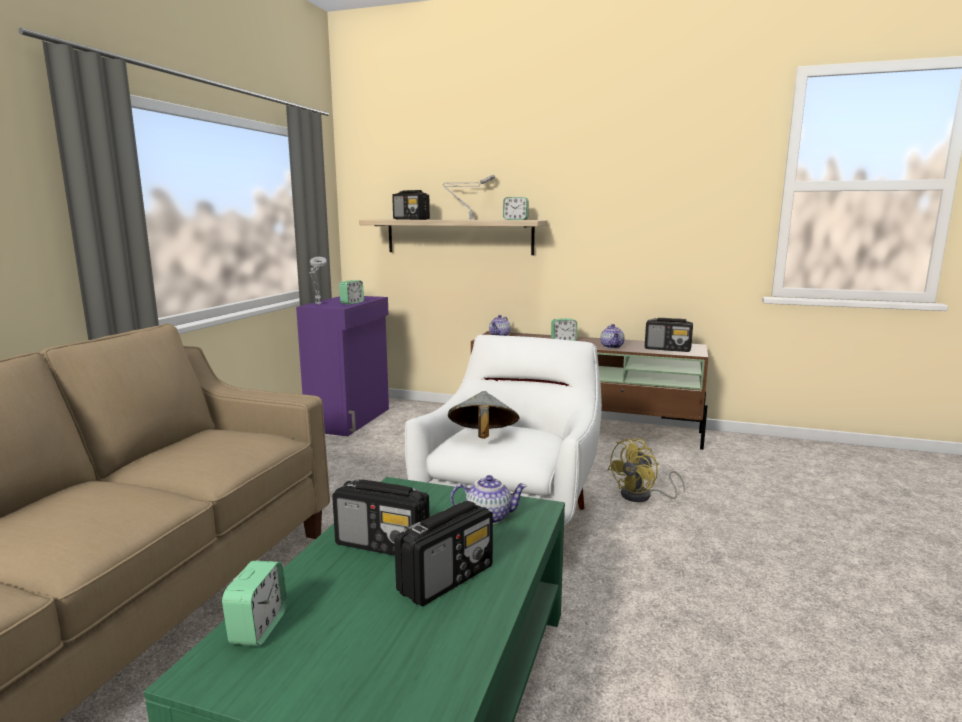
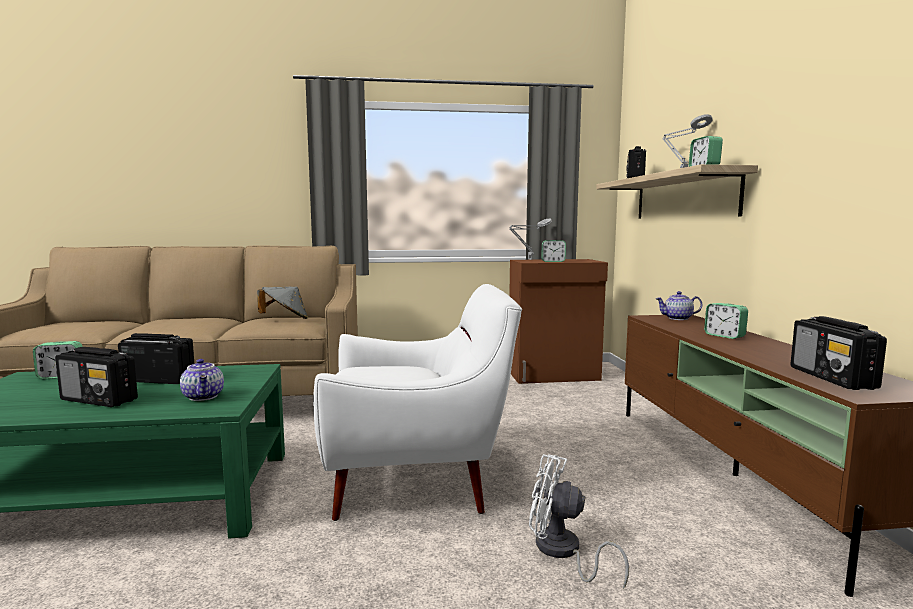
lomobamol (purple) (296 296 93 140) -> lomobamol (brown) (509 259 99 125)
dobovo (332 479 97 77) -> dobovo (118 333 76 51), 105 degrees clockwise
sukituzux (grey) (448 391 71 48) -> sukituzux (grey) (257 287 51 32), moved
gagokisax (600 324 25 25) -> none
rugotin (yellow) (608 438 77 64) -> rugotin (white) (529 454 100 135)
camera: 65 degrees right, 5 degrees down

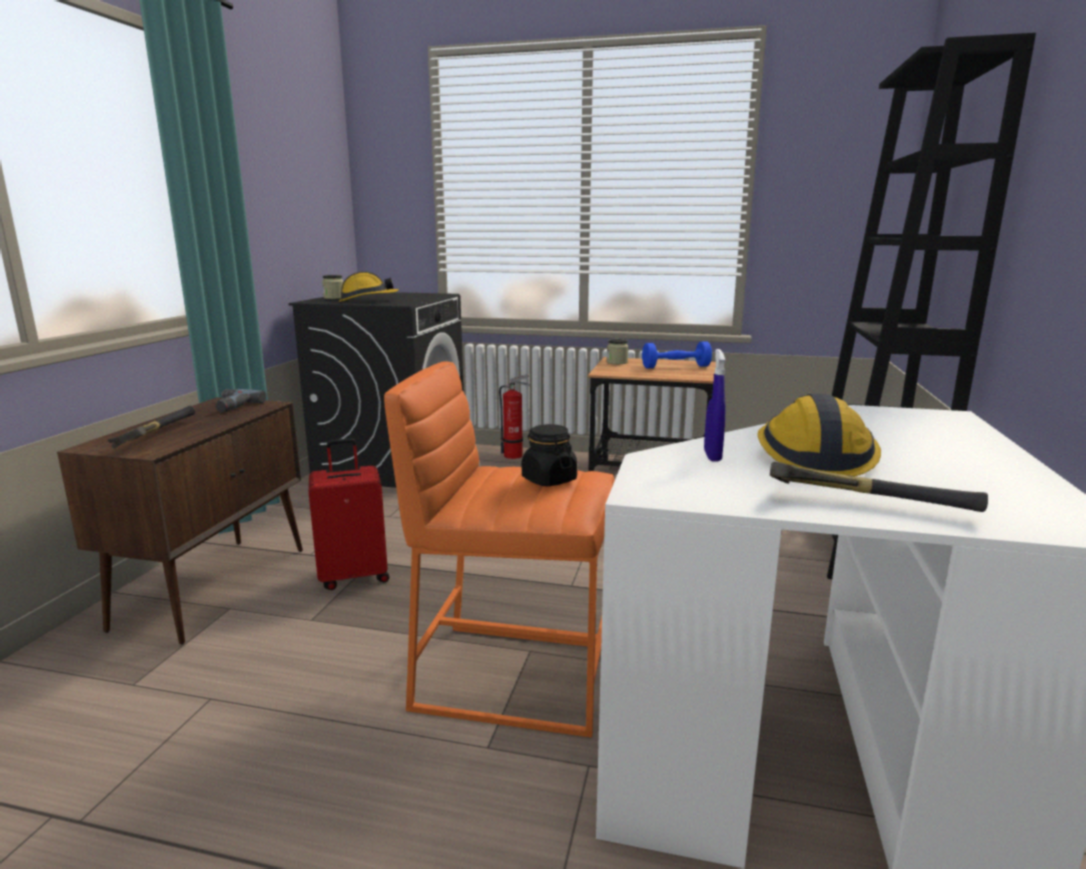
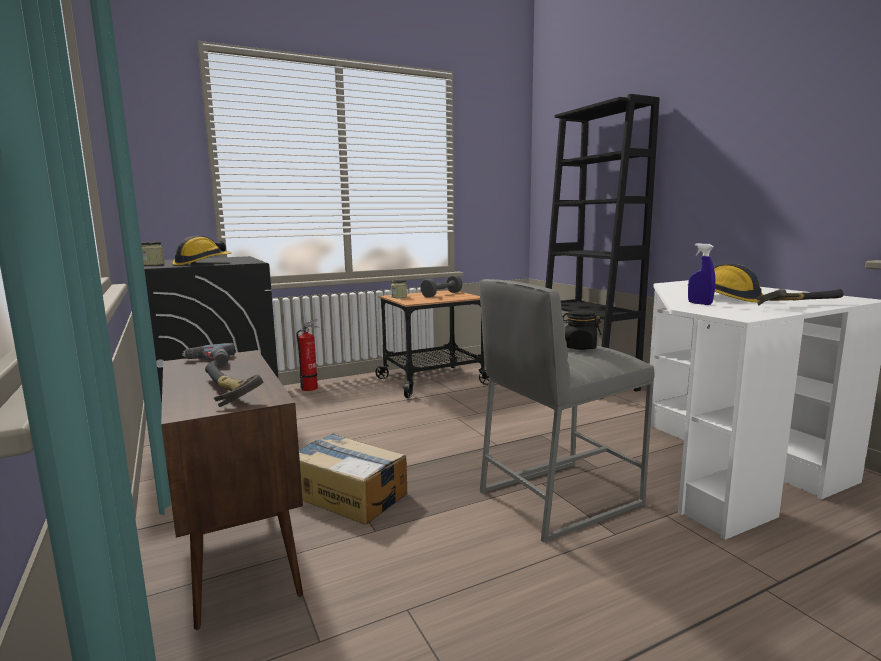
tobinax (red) (309 438 80 152) -> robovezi (299 433 108 91)
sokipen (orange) (384 362 231 376) -> sokipen (grey) (480 279 174 264)
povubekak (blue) (642 341 70 27) -> povubekak (grey) (420 275 42 22)
camera: 40 degrees left, 5 degrees down

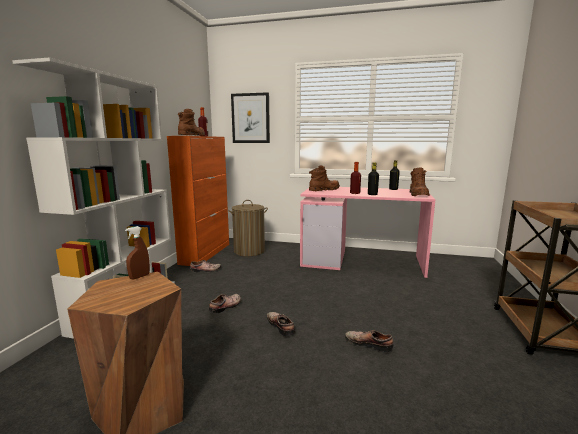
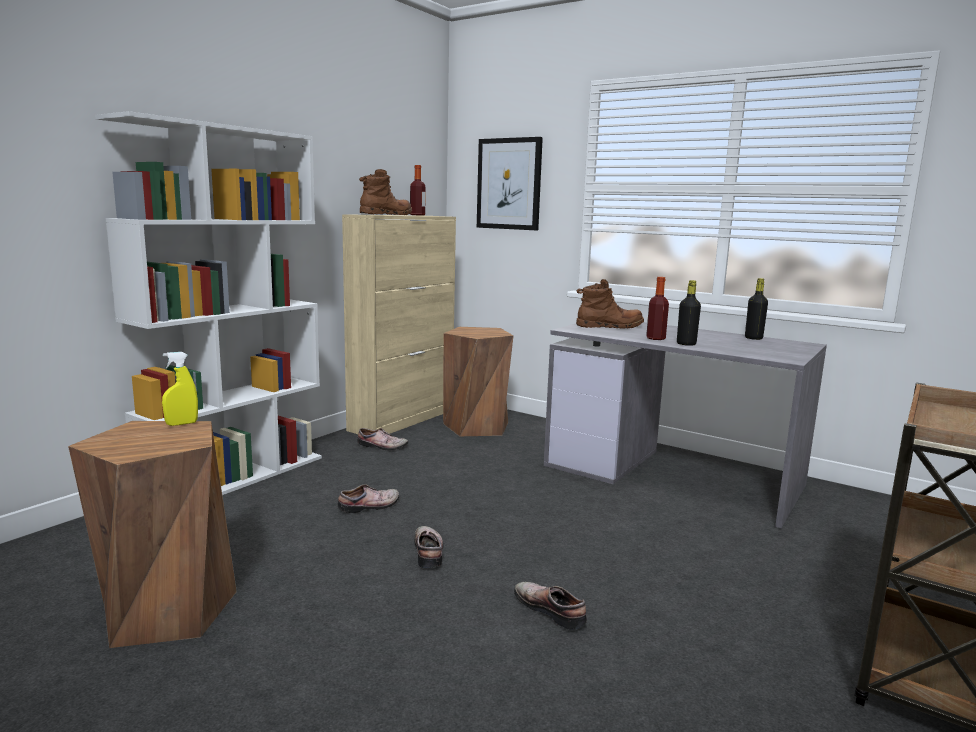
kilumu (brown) (125 226 25 53) -> kilumu (yellow) (162 352 36 74)
lomobamol (orange) (167 136 62 130) -> lomobamol (beige) (342 214 114 220)
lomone (228 200 40 56) -> sokipen (brown) (443 327 71 109)
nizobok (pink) (300 187 136 91) -> nizobok (grey) (544 322 283 206)
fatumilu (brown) (410 168 19 28) -> none
camera: 20 degrees right, 0 degrees up

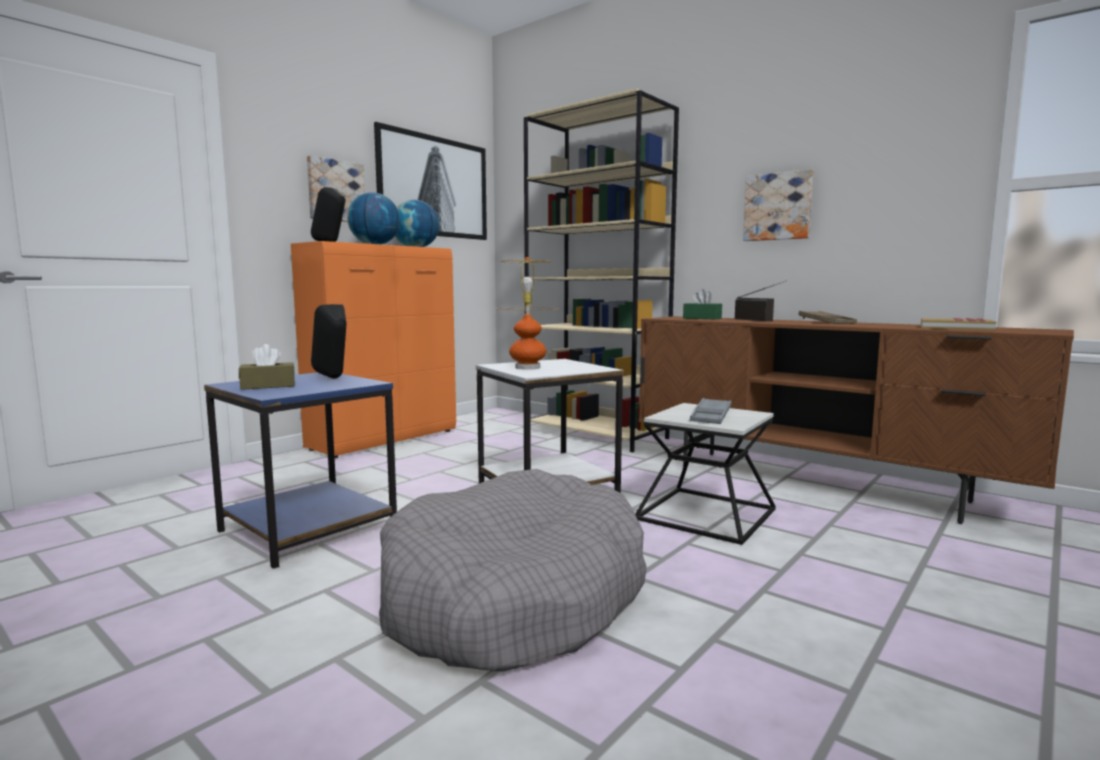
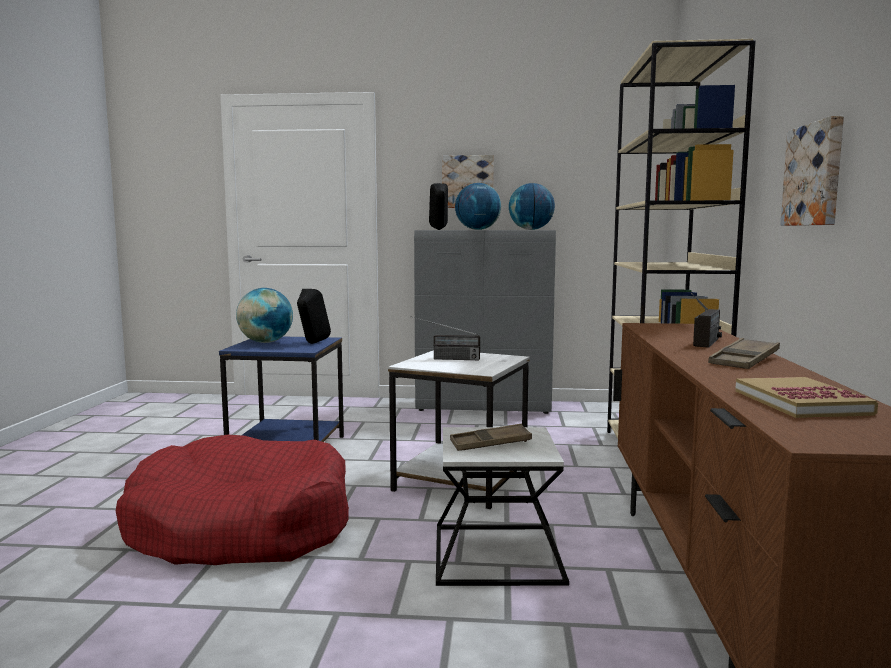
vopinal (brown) (239 344 56 46) -> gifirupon (236 288 57 55)
lomobamol (orange) (291 241 165 217) -> lomobamol (grey) (414 230 142 184)
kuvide (374 122 113 118) -> none
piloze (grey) (379 469 268 203) -> piloze (red) (116 435 233 130)
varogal (496 257 63 113) -> dobovo (410 316 70 44)
vopinal (green) (683 289 39 30) -> none
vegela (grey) (690 398 41 26) -> vegela (brown) (450 424 82 27)
camera: 55 degrees right, 0 degrees up

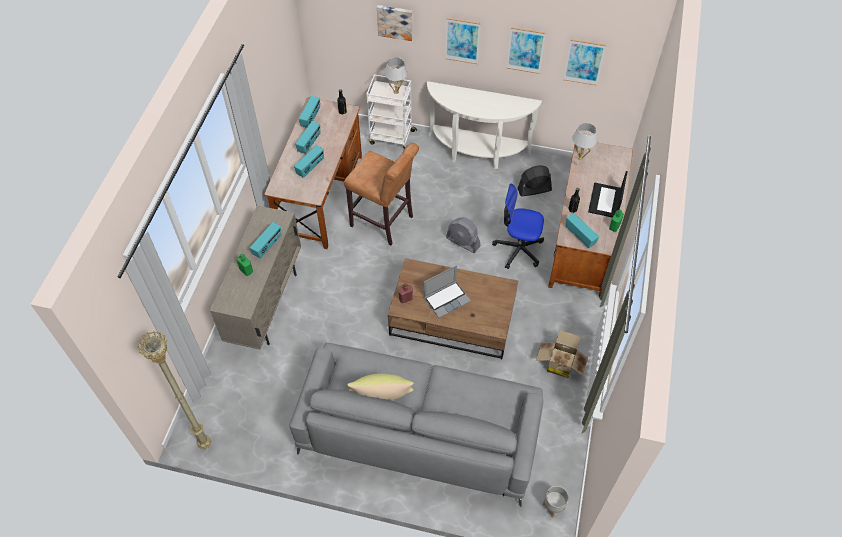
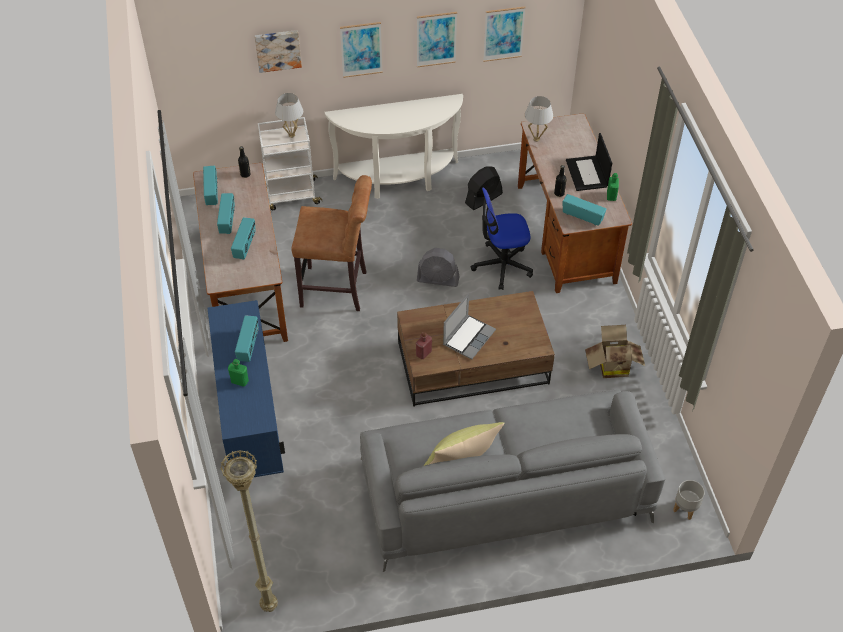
lomobamol (beige) (210 206 91 143) -> lomobamol (blue) (208 300 77 177)
camera: 25 degrees left, 5 degrees down

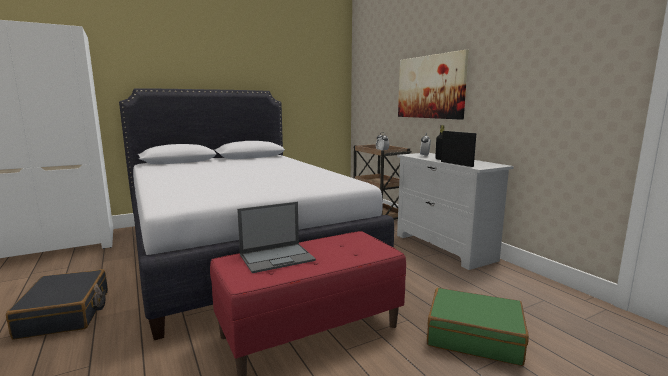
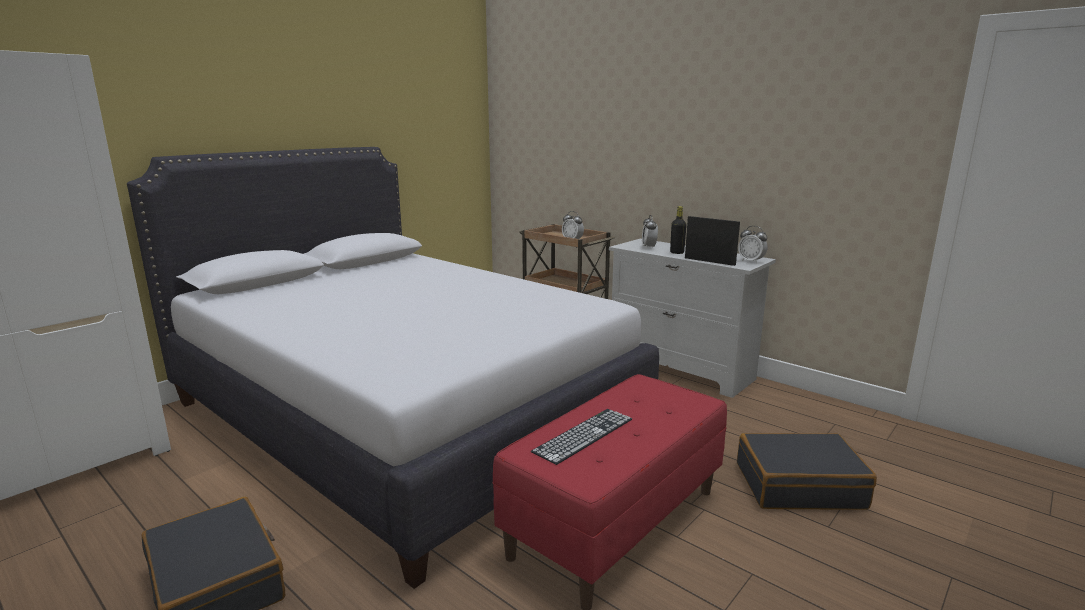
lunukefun (237 202 79 71) -> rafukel (531 409 101 56)
kuvide (398 50 71 70) -> none
tobinax (green) (427 288 102 78) -> tobinax (black) (737 433 140 77)
none -> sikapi (738 226 30 37)
camera: 20 degrees left, 5 degrees up

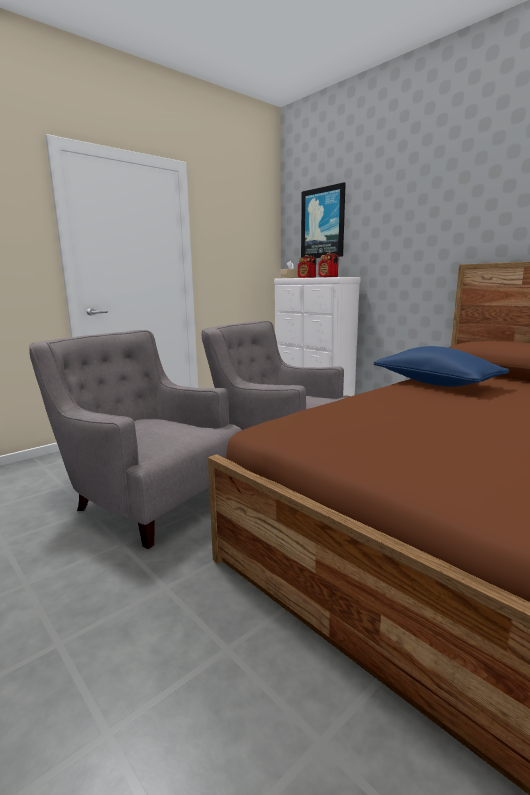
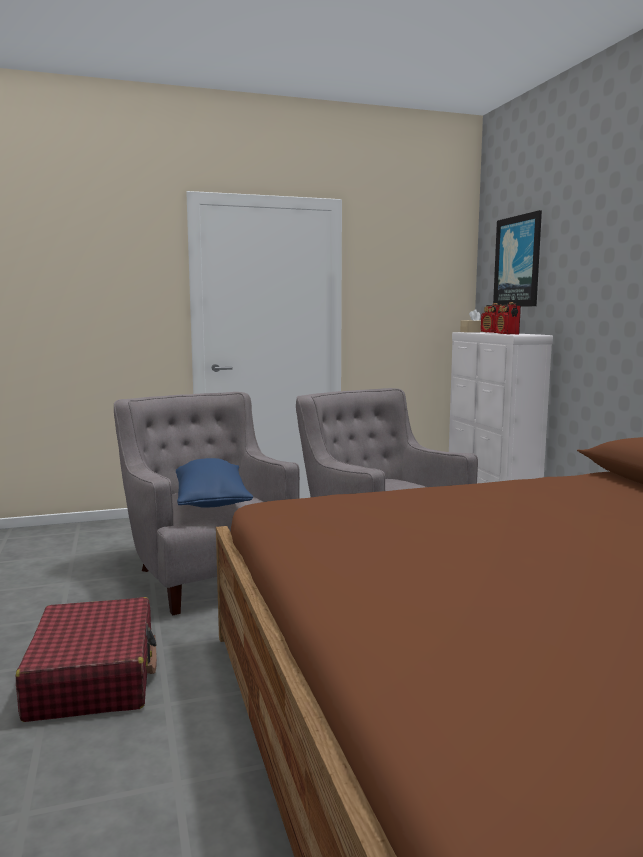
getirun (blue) (373 346 136 41) -> getirun (blue) (176 458 77 50), moved
none -> tobinax (red) (16 597 141 125)
camera: 25 degrees right, 5 degrees down

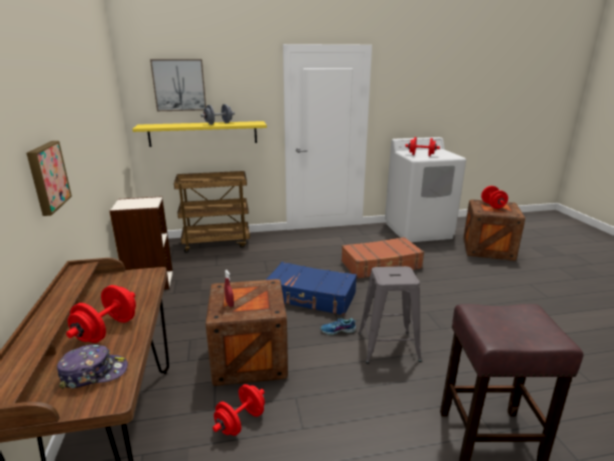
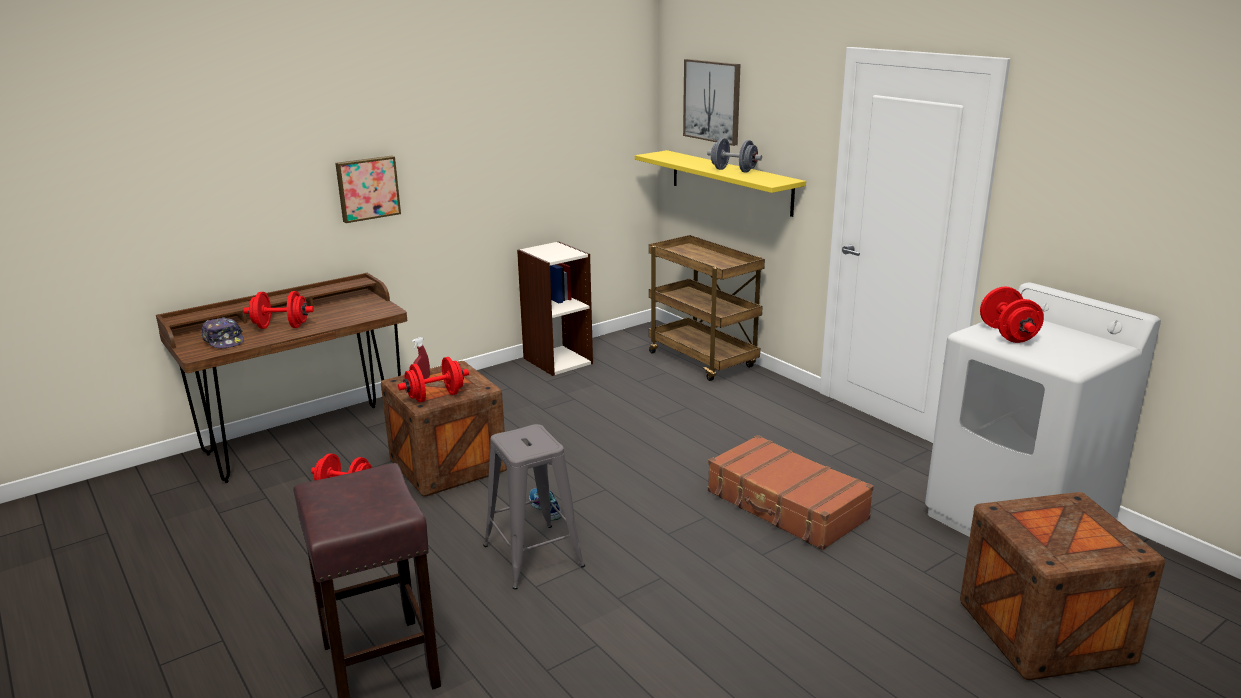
tobinax (blue) (265 262 92 54) -> none
povubekak (red) (481 186 27 23) -> povubekak (red) (398 357 71 46), moved
camera: 65 degrees right, 0 degrees up

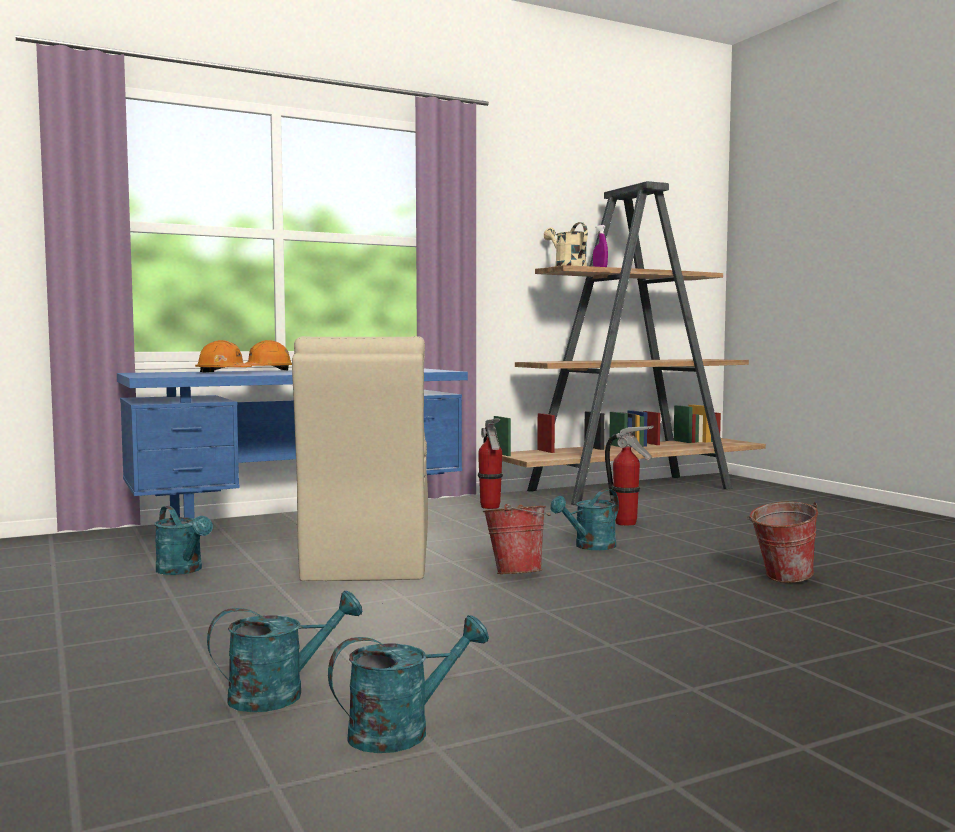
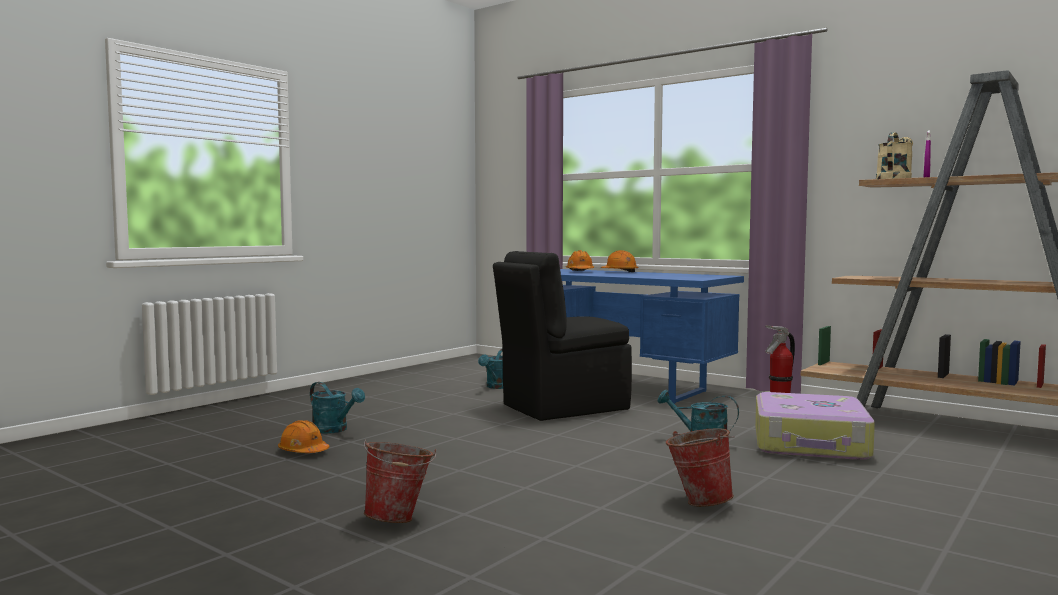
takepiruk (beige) (292 336 136 245) -> takepiruk (black) (493 251 139 170)
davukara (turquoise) (328 615 161 138) -> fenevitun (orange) (278 420 52 33)
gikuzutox (483 504 68 70) -> gikuzutox (364 439 72 84), moved
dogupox (605 426 49 100) -> tobinax (755 392 120 68)
camera: 65 degrees right, 0 degrees up

